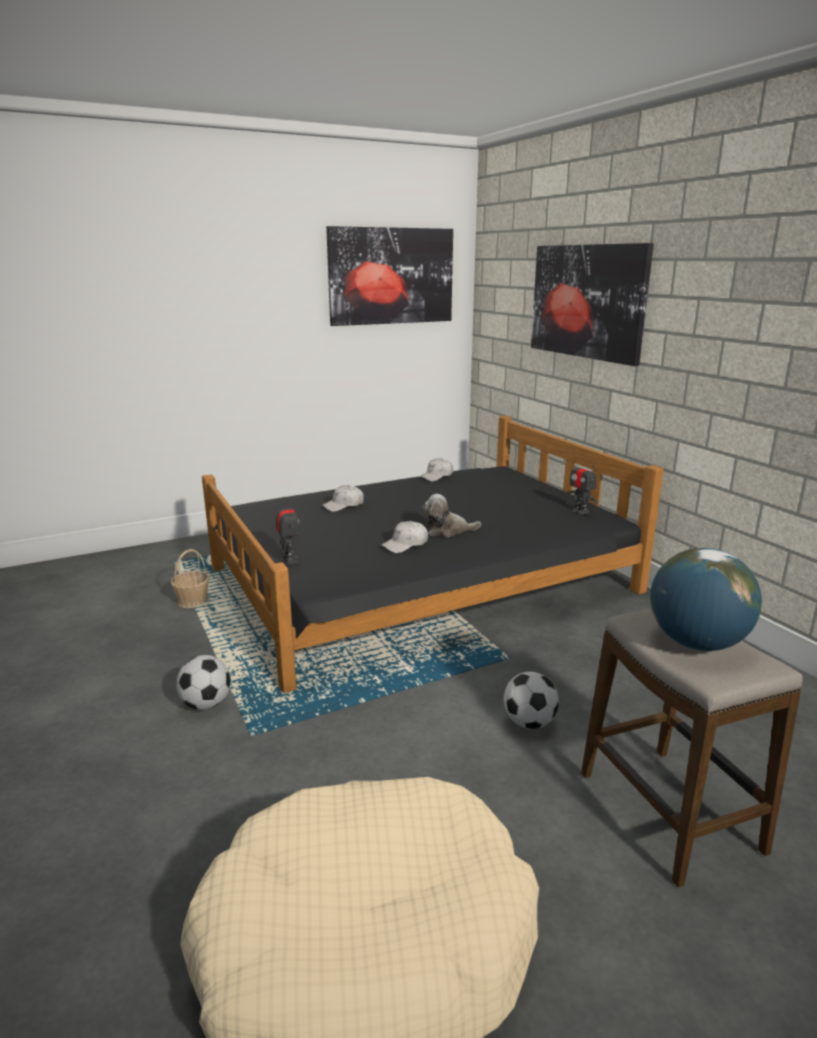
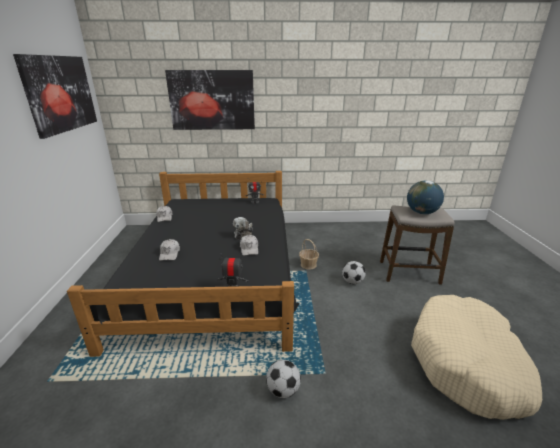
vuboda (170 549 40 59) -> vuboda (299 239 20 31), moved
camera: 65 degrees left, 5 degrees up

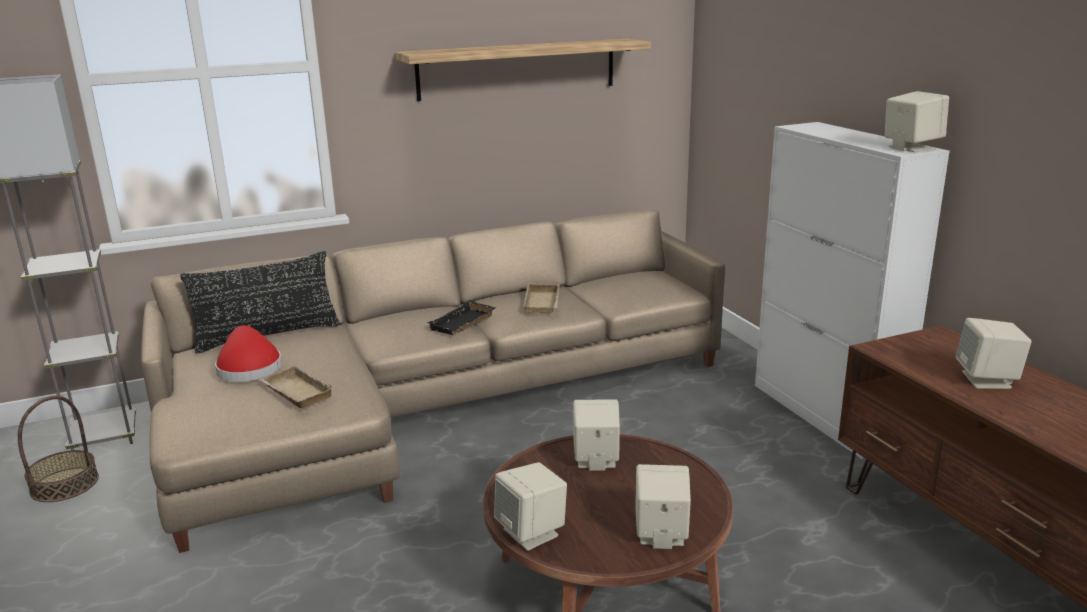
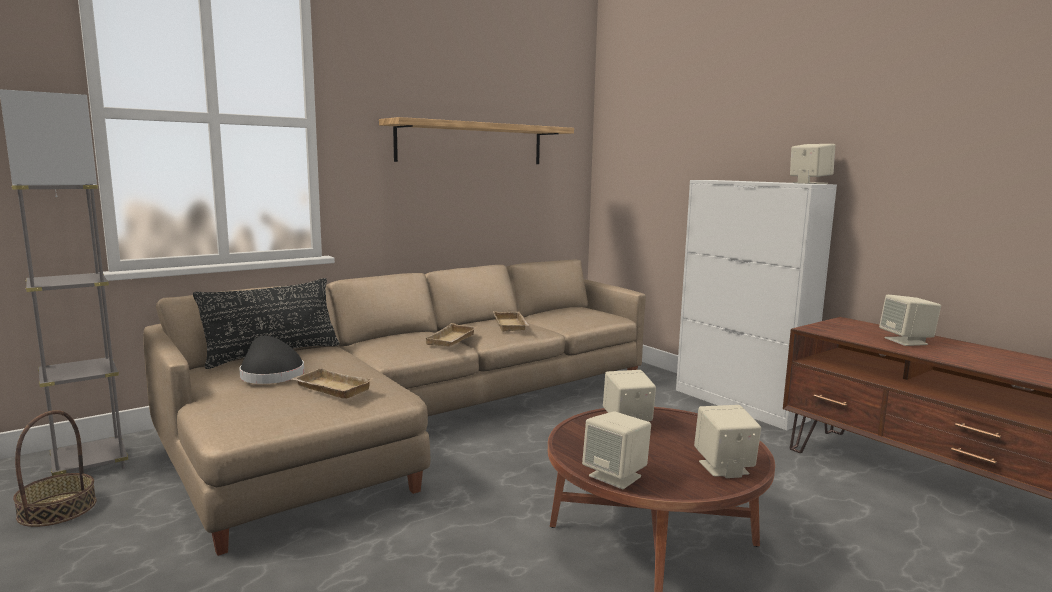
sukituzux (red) (215 325 67 57) -> sukituzux (black) (239 336 65 48)
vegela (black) (427 300 69 35) -> vegela (beige) (424 323 53 24)
camera: 15 degrees left, 10 degrees down

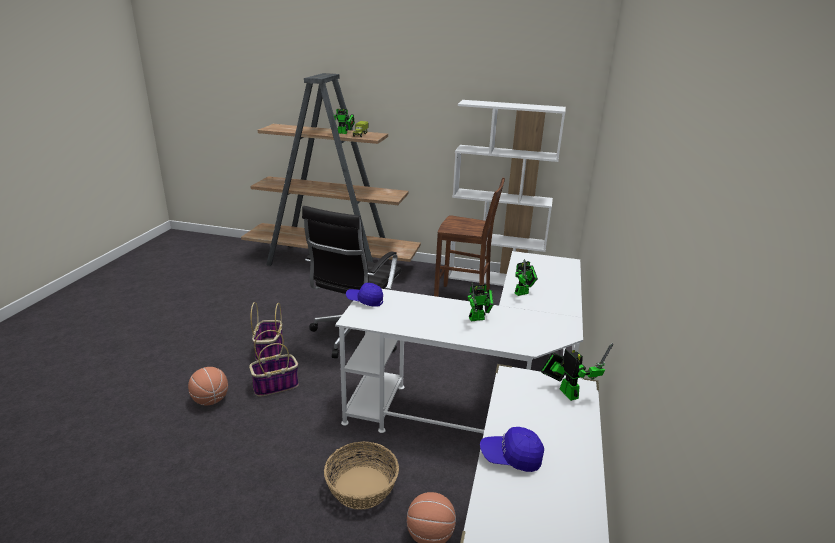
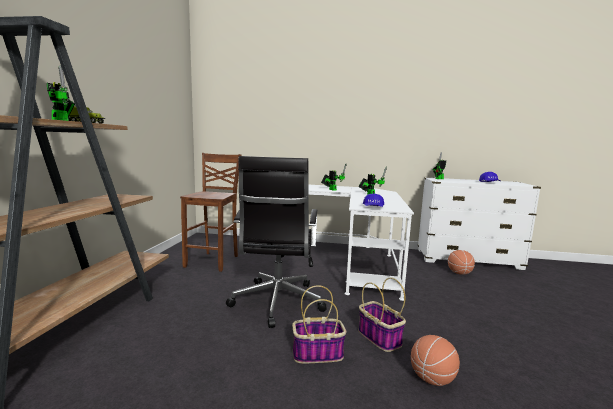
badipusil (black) (302 206 100 152) -> badipusil (black) (226 156 100 172), 75 degrees clockwise
vuboda (324 442 75 68) -> none
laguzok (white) (448 100 118 186) -> none
camera: 95 degrees left, 15 degrees down

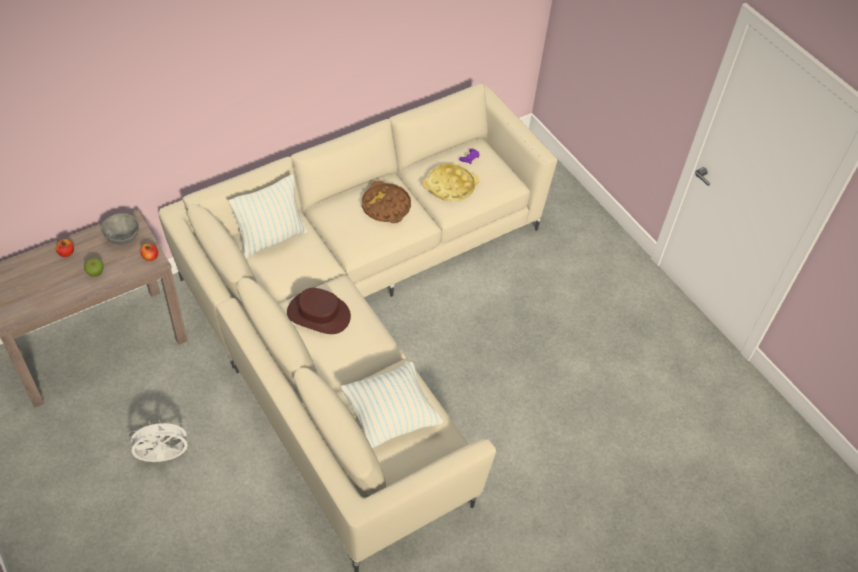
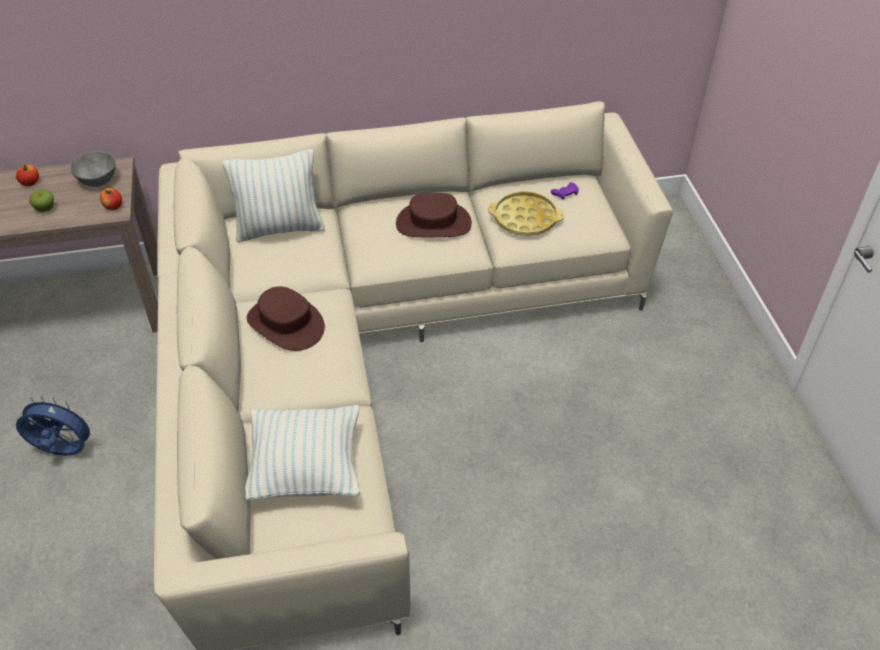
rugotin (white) (127 419 64 43) -> rugotin (blue) (16 396 80 60)
vegela (brown) (362 181 49 42) -> sukituzux (brown) (396 193 76 44)
camera: 25 degrees right, 5 degrees down

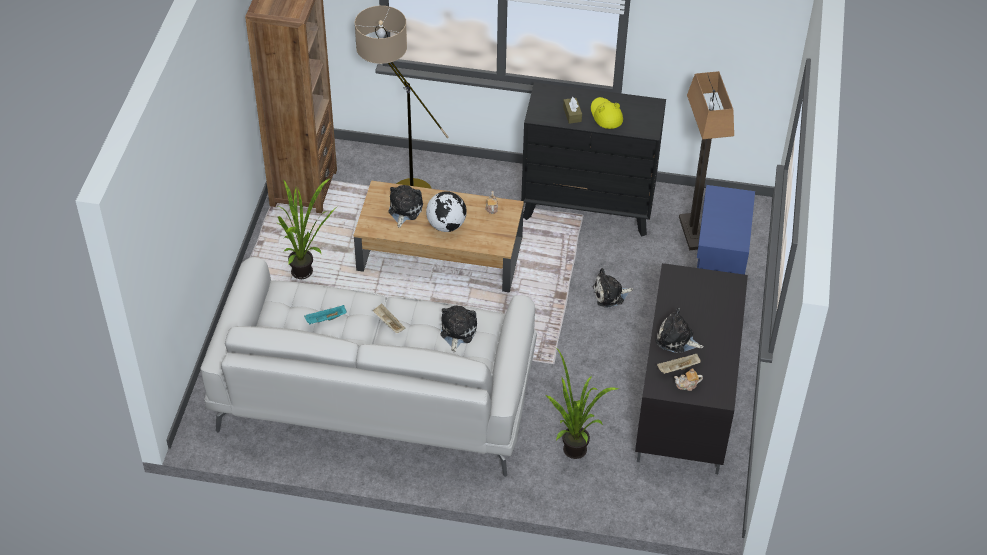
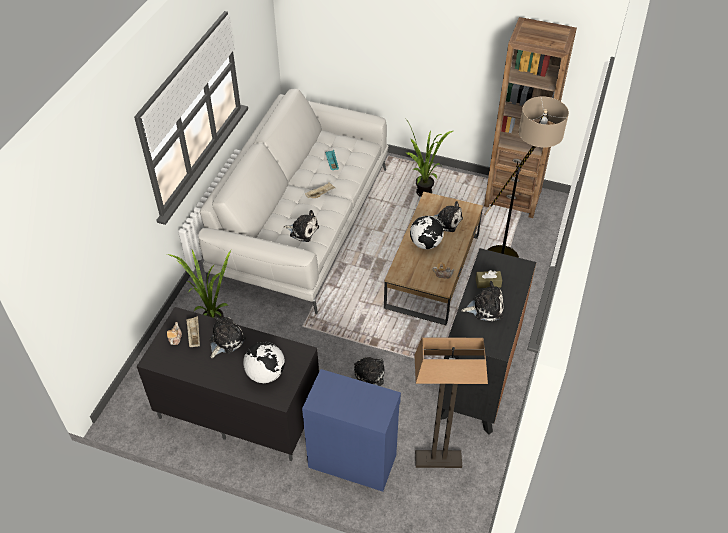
sukituzux (yellow) (591 97 32 32) -> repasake (461 281 42 40)
none -> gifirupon (243 342 42 41)
camera: 100 degrees right, 0 degrees up

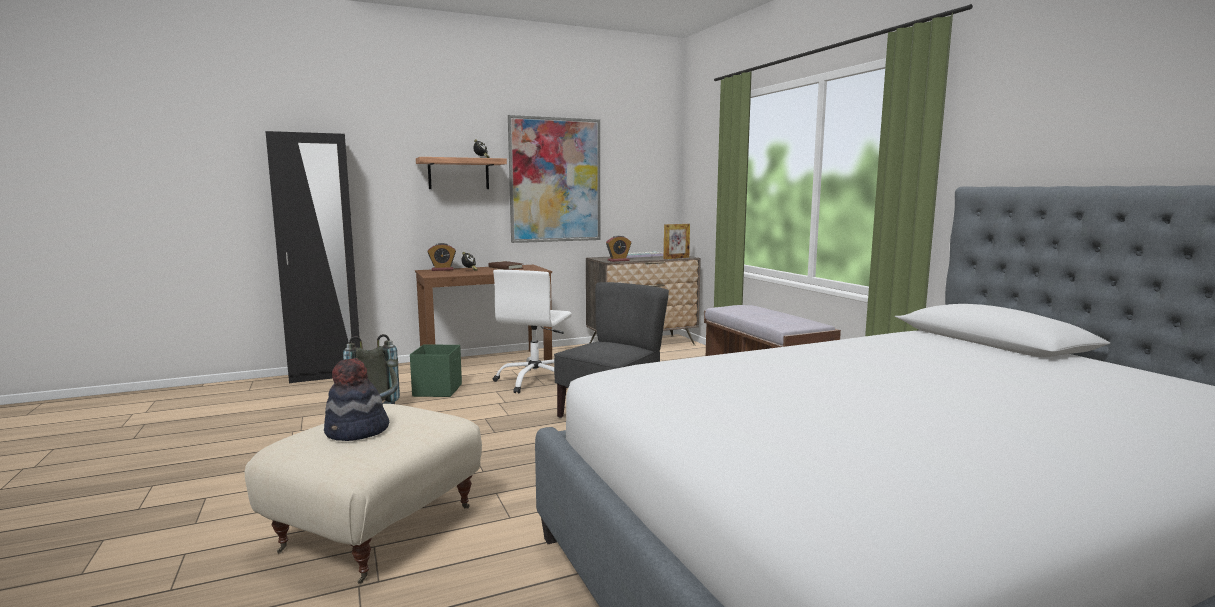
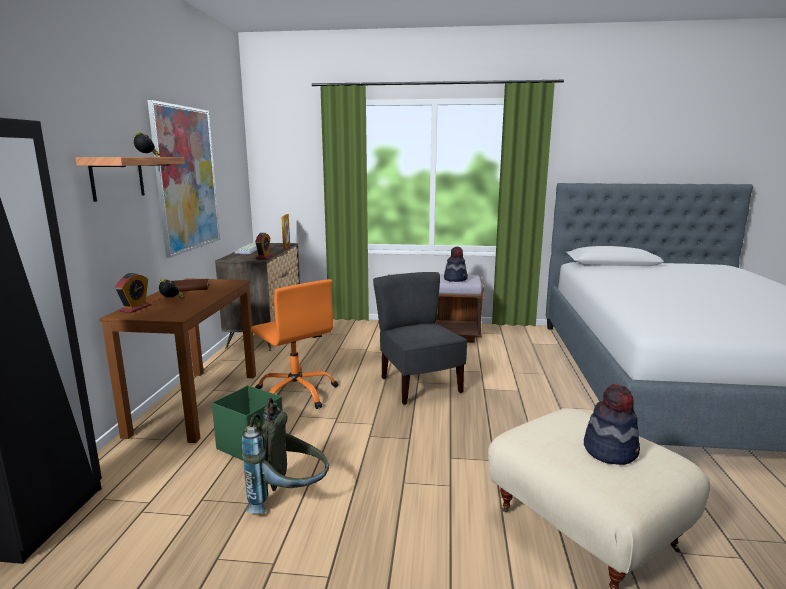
badipusil (white) (493 270 79 124) -> badipusil (orange) (251 279 87 130)
none -> sukituzux (444 247 24 35)
camera: 60 degrees left, 5 degrees up

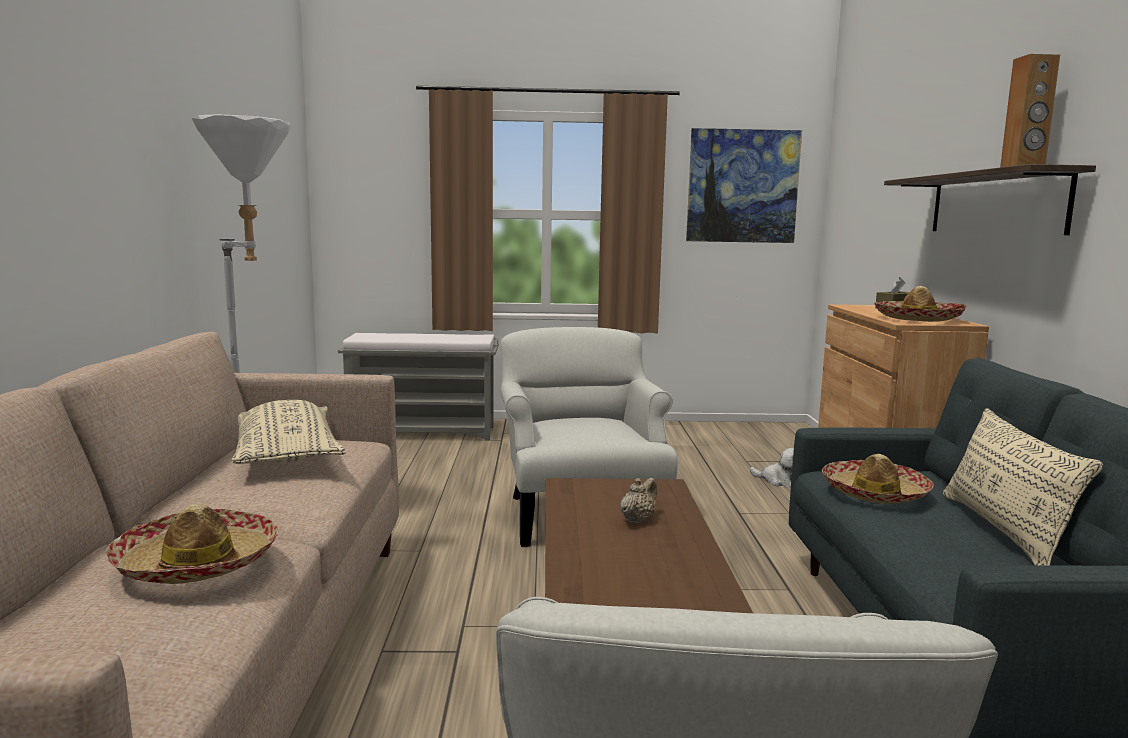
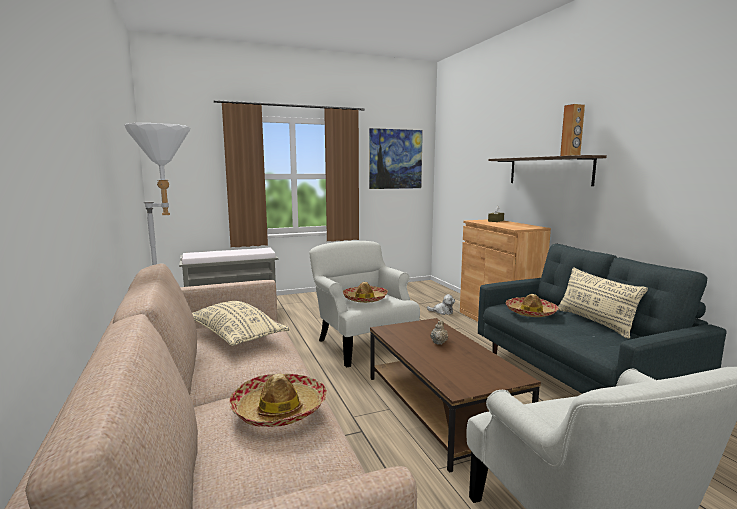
sukituzux (874 286 93 36) -> sukituzux (343 282 45 21), moved
camera: 20 degrees left, 0 degrees up

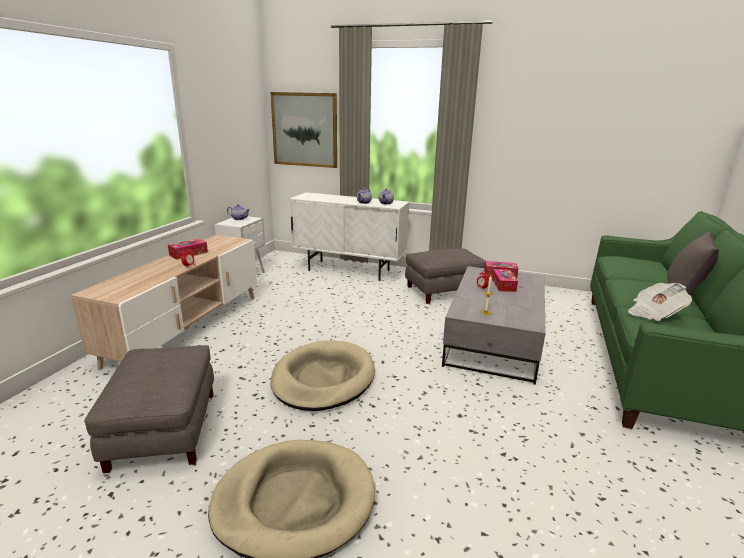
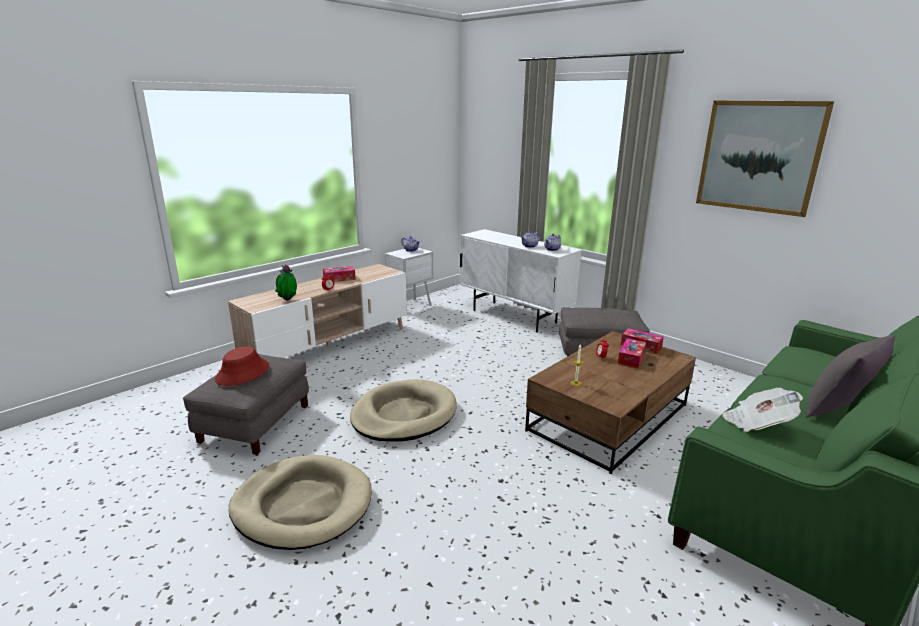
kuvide (270 92 67 76) -> kuvide (696 101 138 116), moved
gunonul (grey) (442 266 104 119) -> gunonul (brown) (525 331 171 143)
none -> sukituzux (red) (215 346 54 40)
none -> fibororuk (275 265 22 35)
camera: 25 degrees right, 0 degrees up

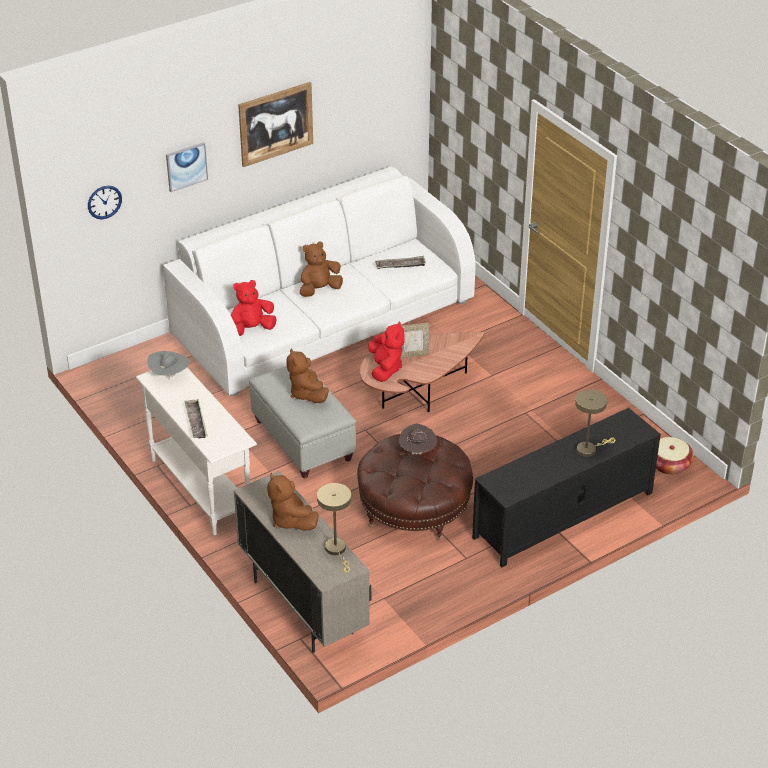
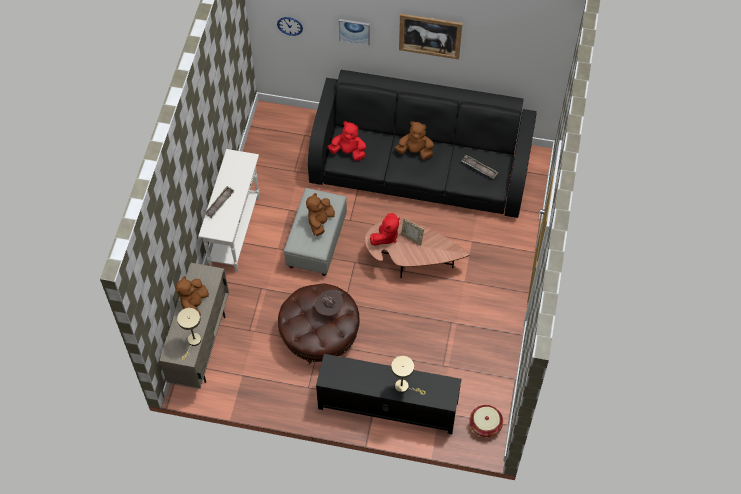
sukituzux (grey) (147 351 42 28) -> none
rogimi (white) (163 167 313 229) -> rogimi (black) (308 70 229 148)
camera: 45 degrees right, 20 degrees up

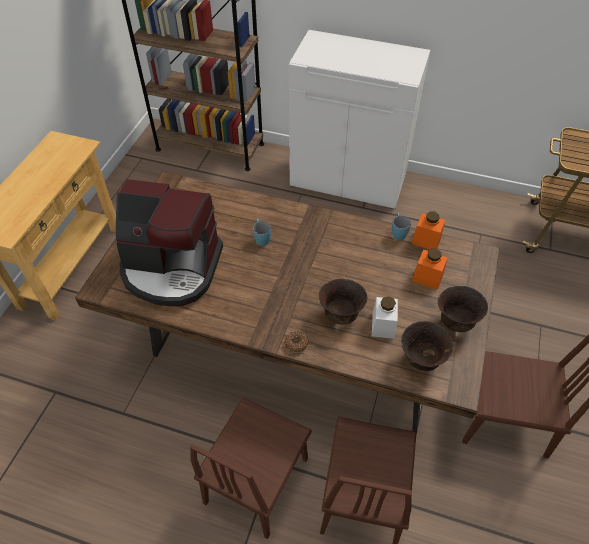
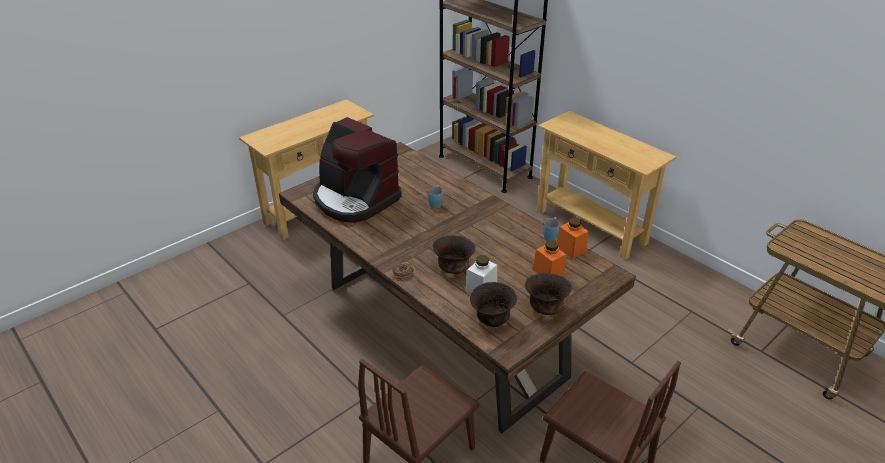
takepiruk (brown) (190 397 122 142) -> none
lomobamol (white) (289 30 141 179) -> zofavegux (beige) (537 111 139 149)
camera: 30 degrees right, 15 degrees down

